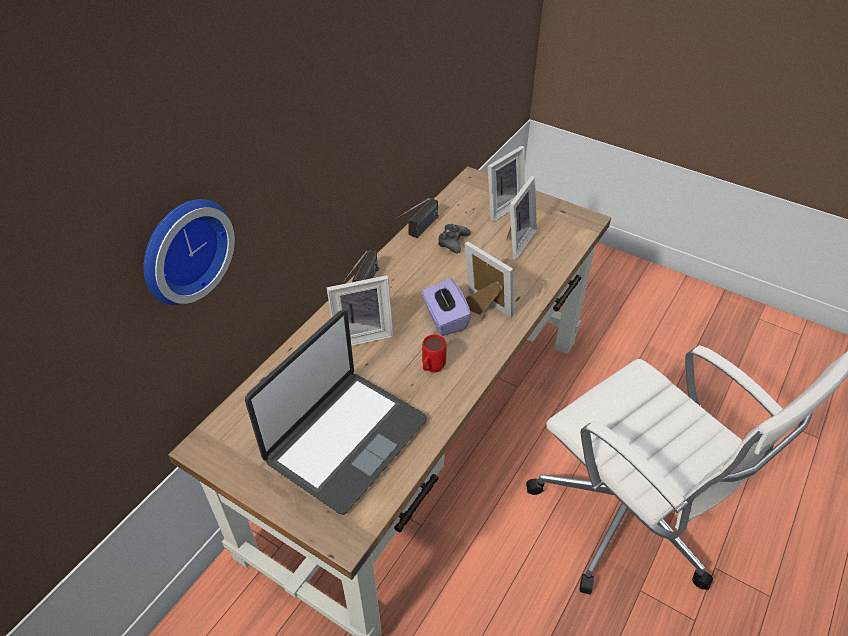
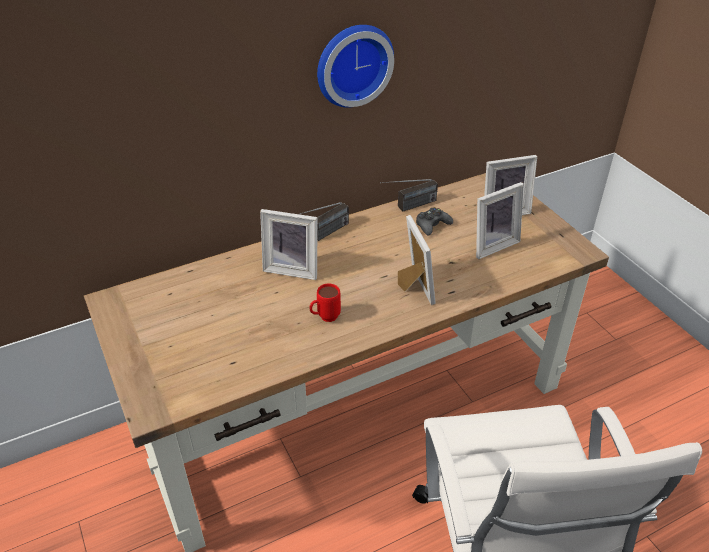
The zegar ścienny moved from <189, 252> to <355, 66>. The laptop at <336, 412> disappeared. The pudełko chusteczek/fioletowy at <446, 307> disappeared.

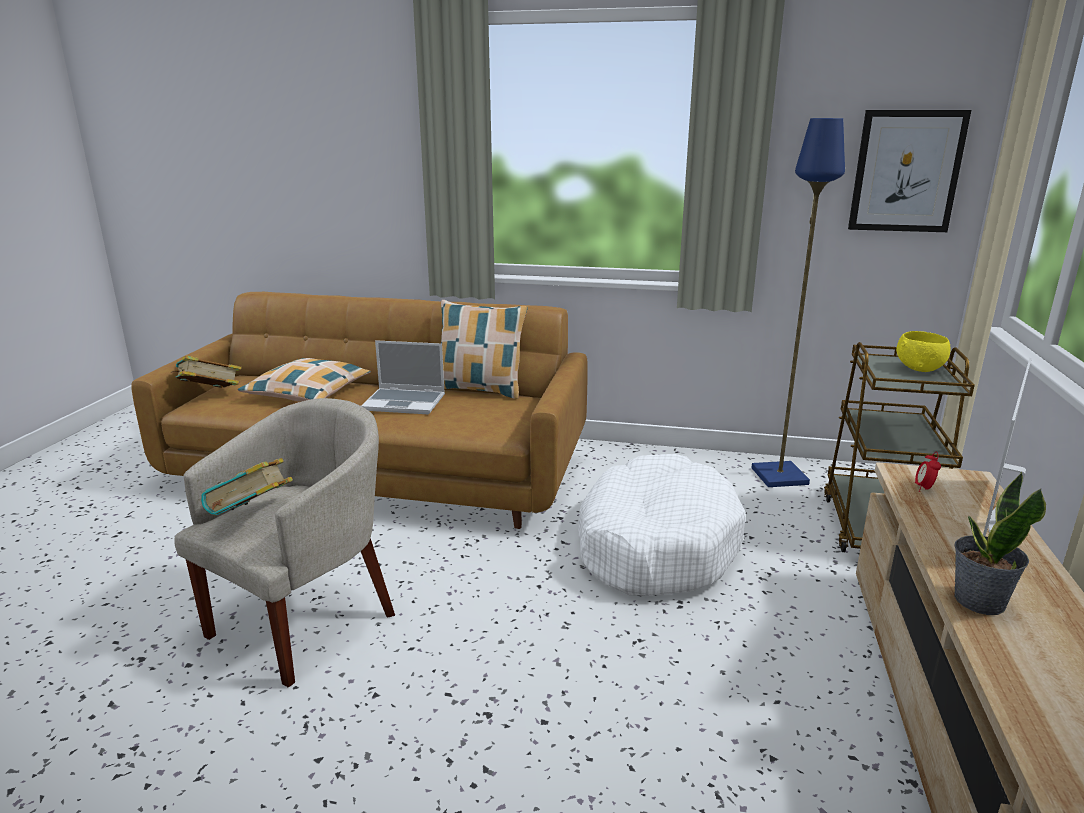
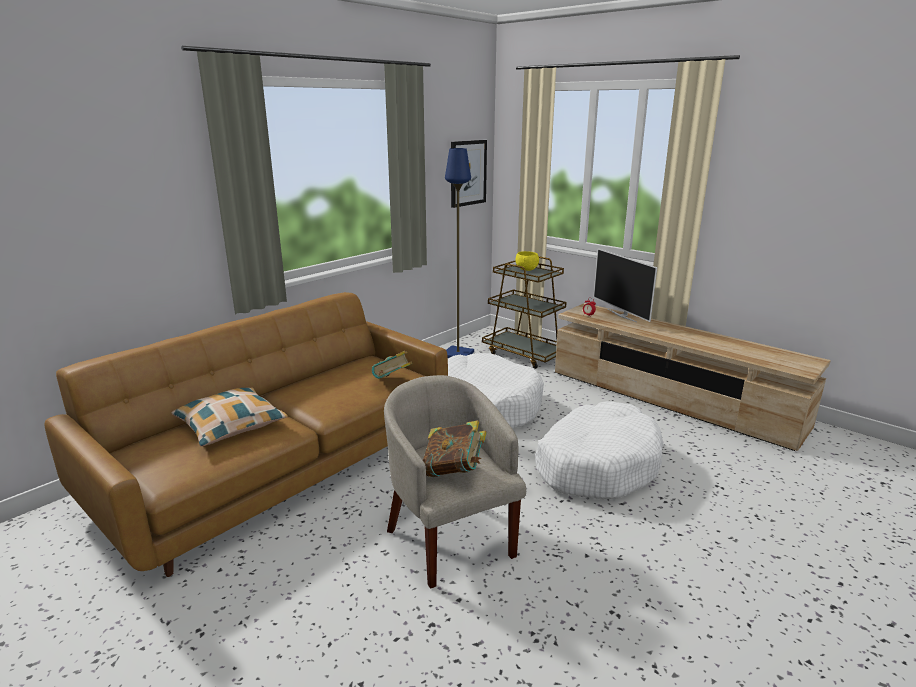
The książka moved from <206, 372> to <392, 365>. The legowisko/biały at <599, 450> appeared. The laptop at <403, 377> disappeared. The poduszka at <484, 349> disappeared. The roślina doniczkowa at <1000, 543> disappeared.

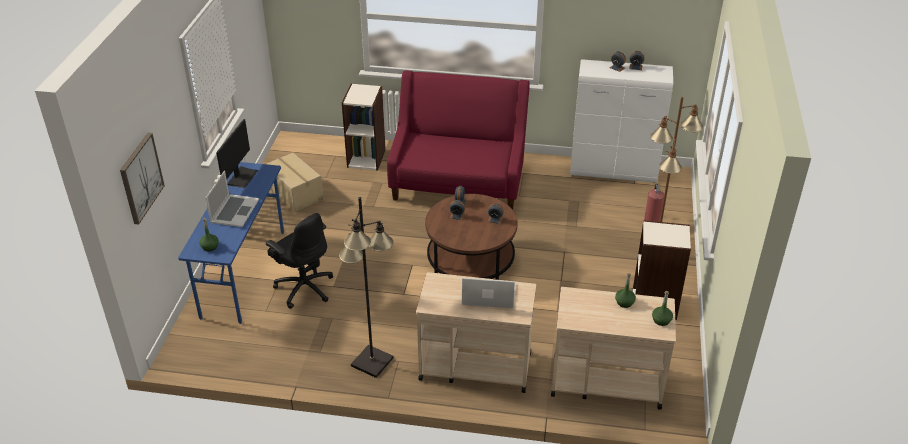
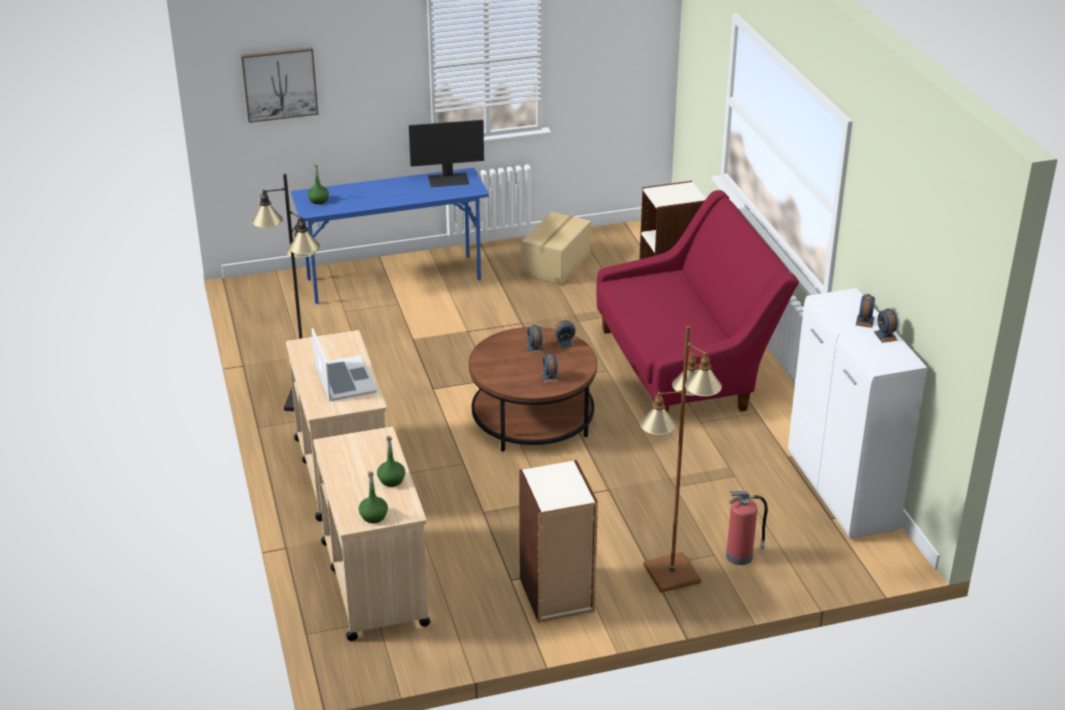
The laptop at <232, 198> disappeared. The krzesło biurowe/czarny at <299, 261> disappeared.

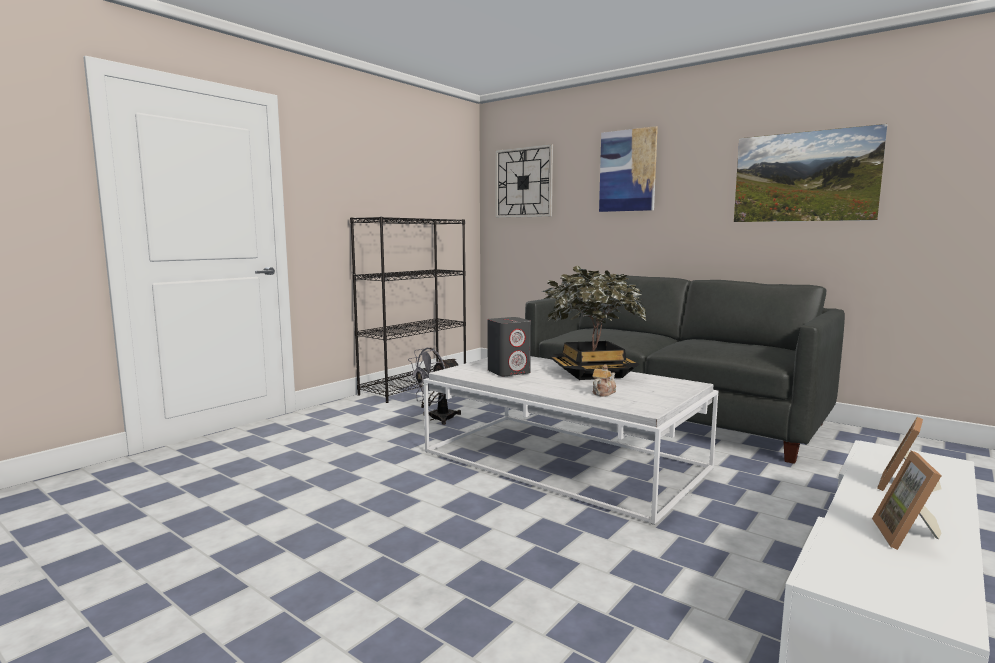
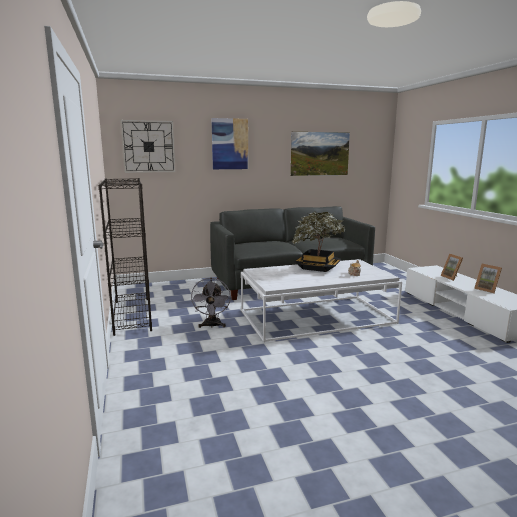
The głośnik/szary at <509, 346> disappeared.

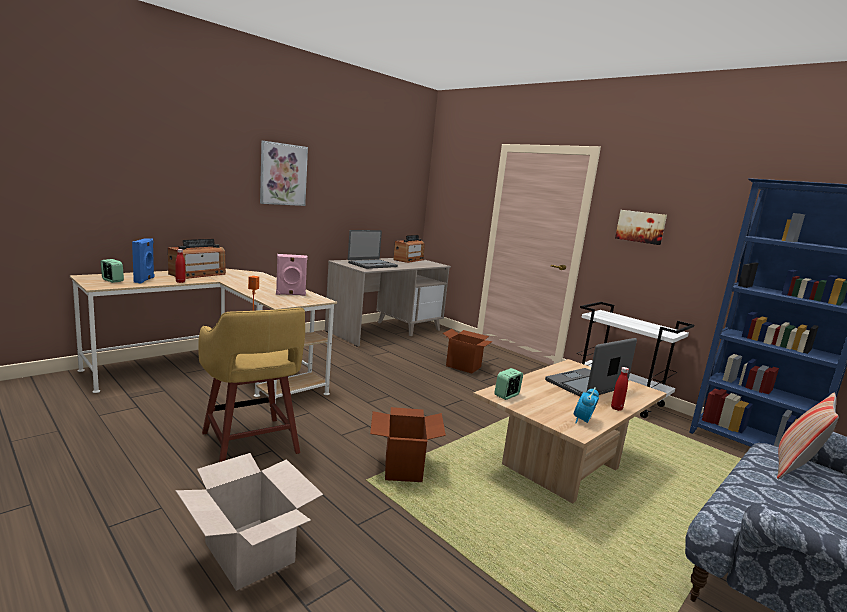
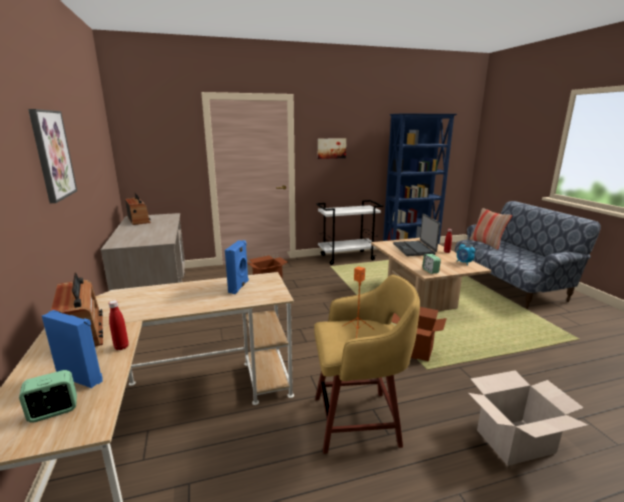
The głośnik/różowy at <292, 275> became the głośnik/niebieski at <237, 267>. The laptop at <373, 249> disappeared.

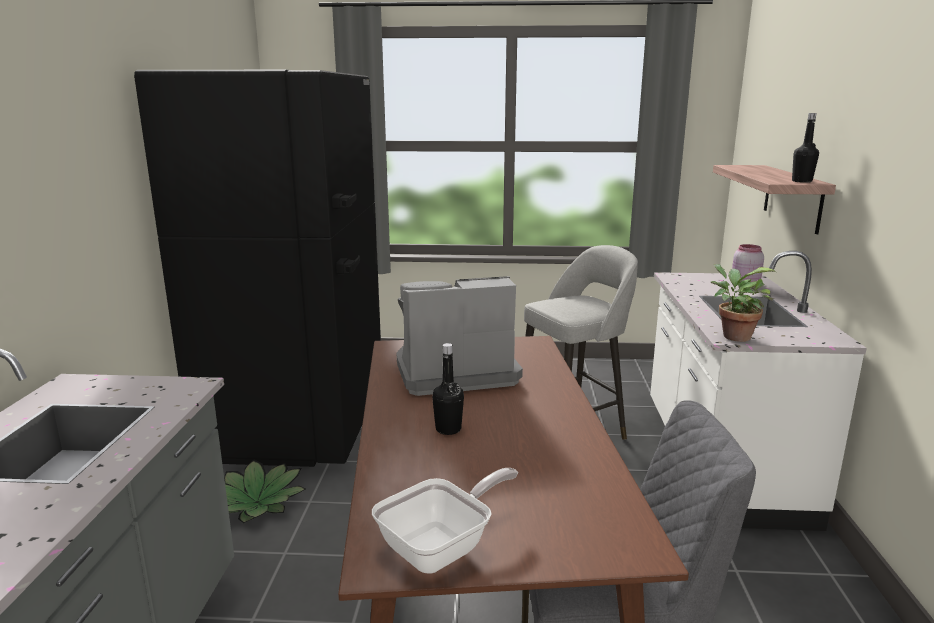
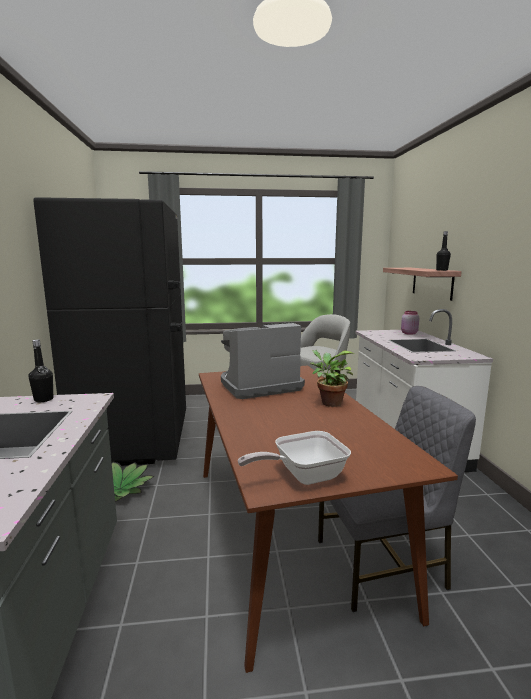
The butelka/czarny moved from <448, 389> to <41, 371>. The patelnia at <445, 521> turned 150 degrees counterclockwise. The roślina doniczkowa moved from <743, 303> to <332, 378>.

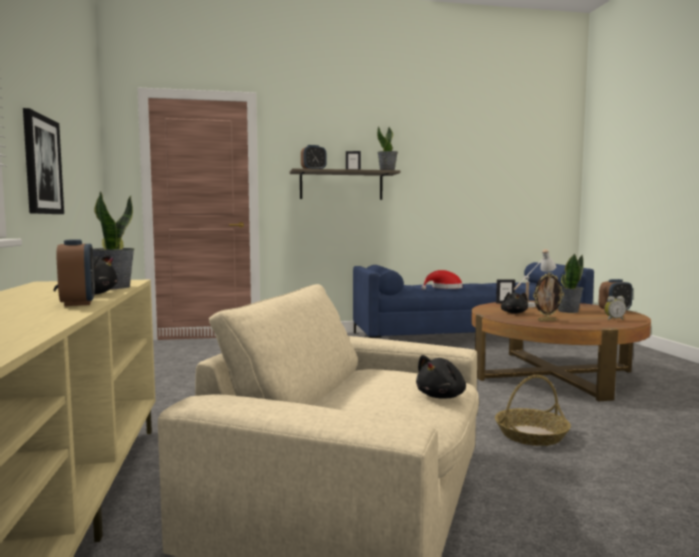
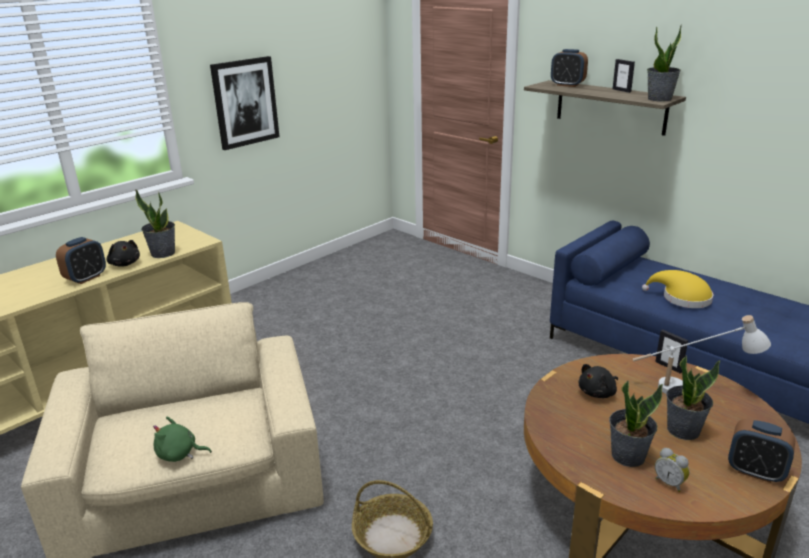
The pluszak/czarny at <441, 377> became the pluszak/zielony at <182, 439>. The roślina doniczkowa at <636, 423> appeared. The kapelusz/czerwony at <442, 280> became the kapelusz/żółty at <677, 289>. The ramka na zdjęcie at <548, 296> disappeared.

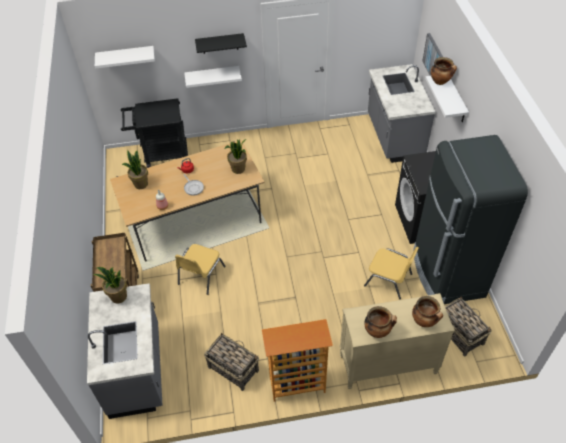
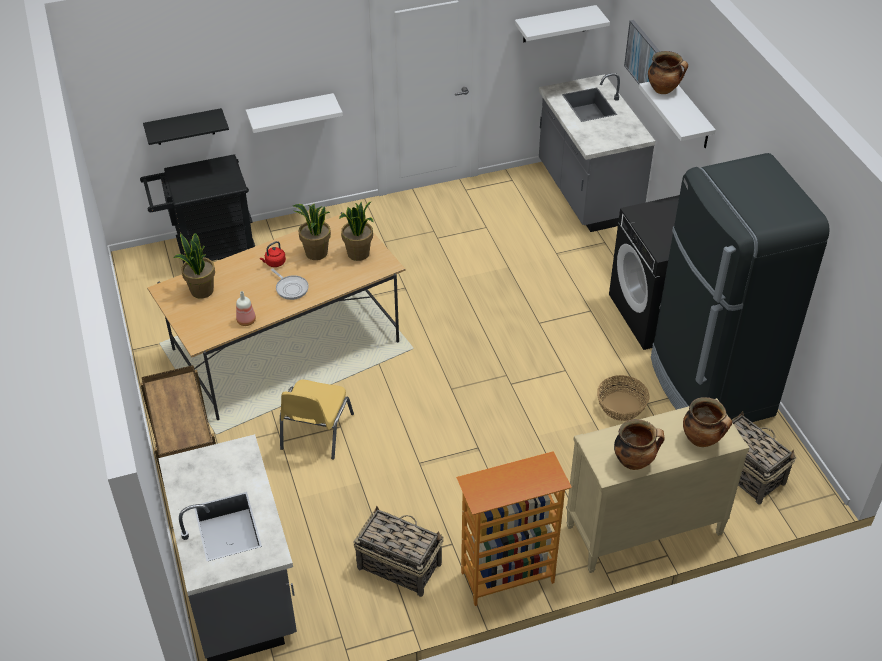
The półka/czarny moved from <221, 43> to <186, 126>. The roślina doniczkowa moved from <110, 285> to <312, 232>. The półka/biały moved from <125, 57> to <562, 24>. The krzesło/żółty at <391, 273> was replaced by the koszyk at <623, 398>.

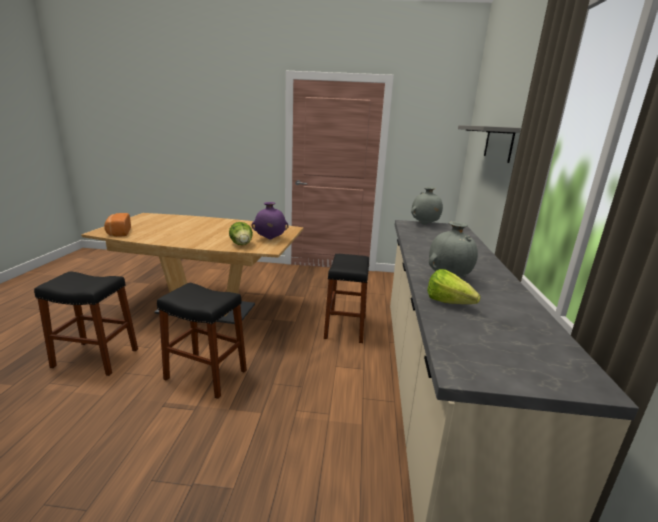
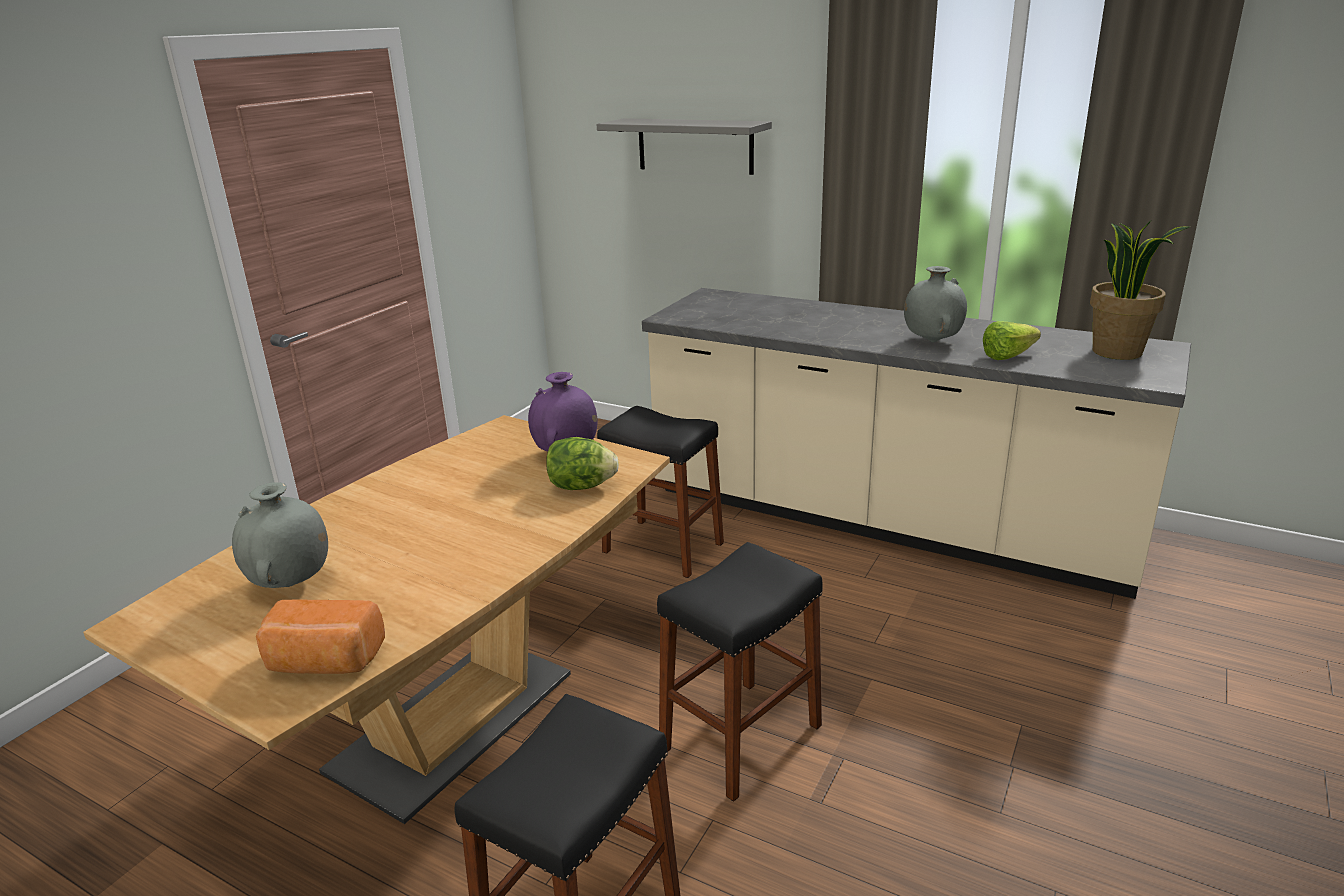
The wazon/szary moved from <427, 206> to <280, 535>. The roślina doniczkowa at <1139, 290> appeared.

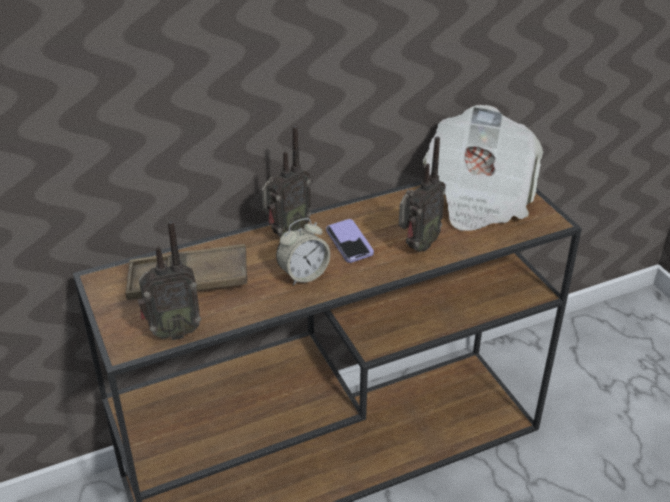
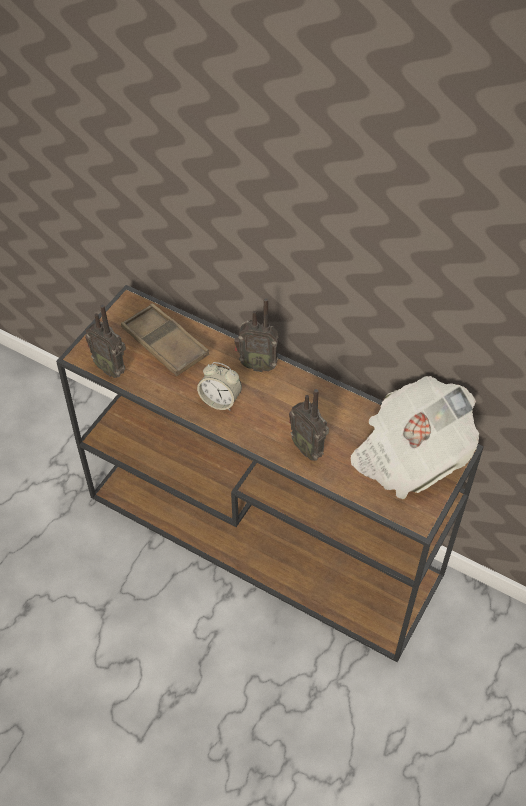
The radio at <422, 194> turned 45 degrees clockwise. The telefon at <350, 241> disappeared.

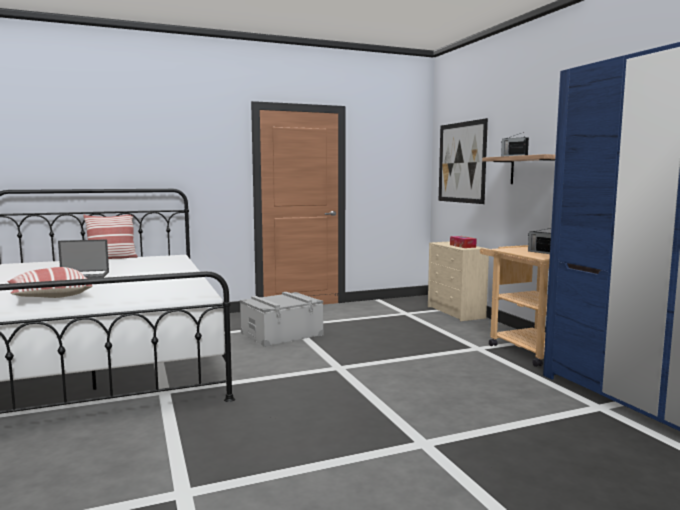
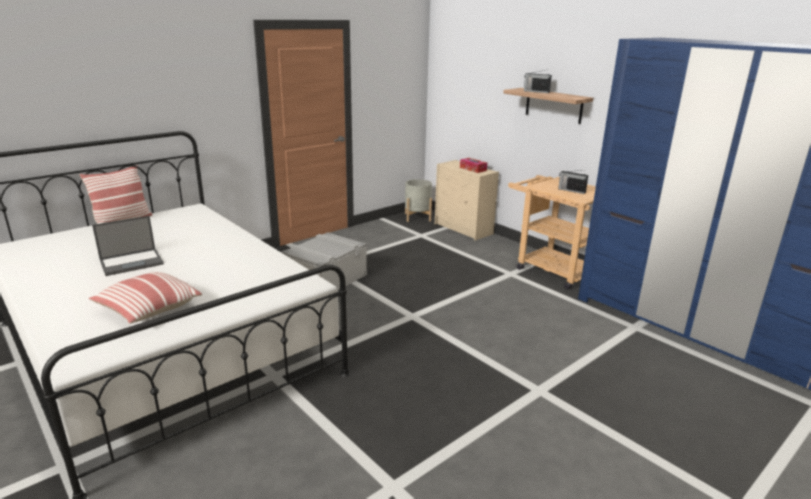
The donica/szary at <418, 200> appeared. The obraz at <463, 161> disappeared.

